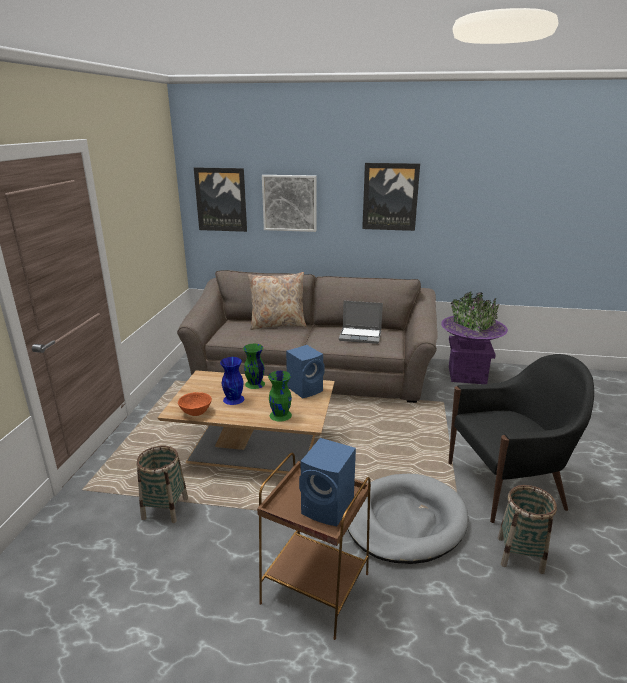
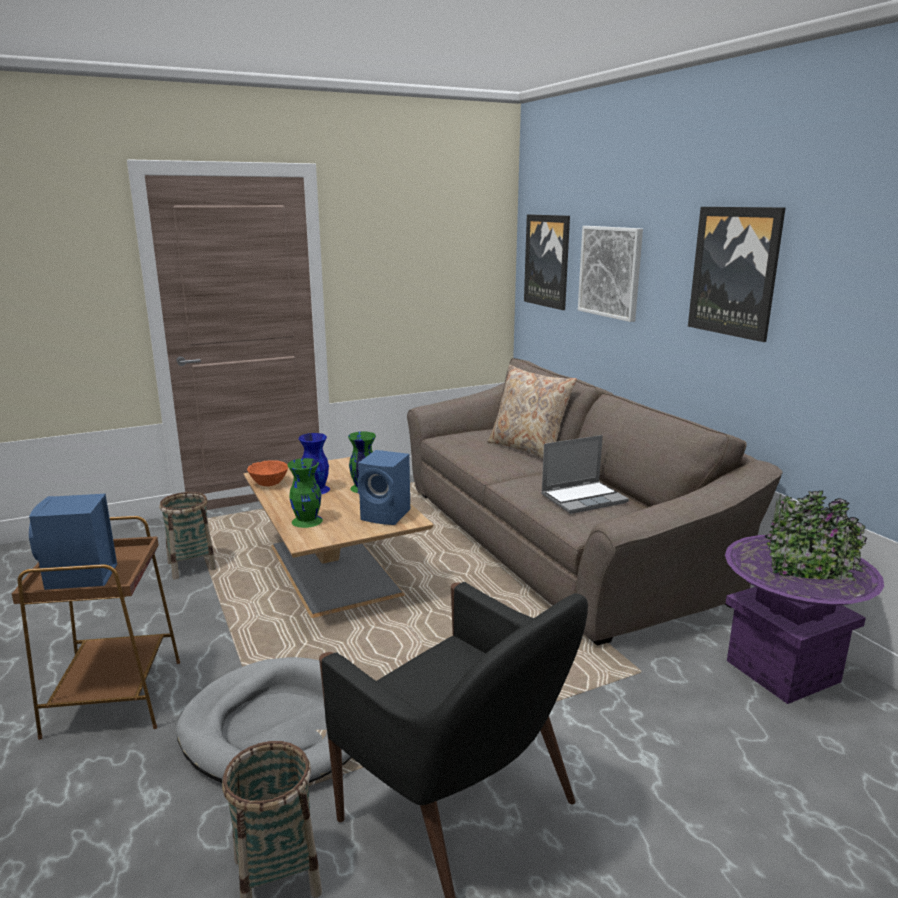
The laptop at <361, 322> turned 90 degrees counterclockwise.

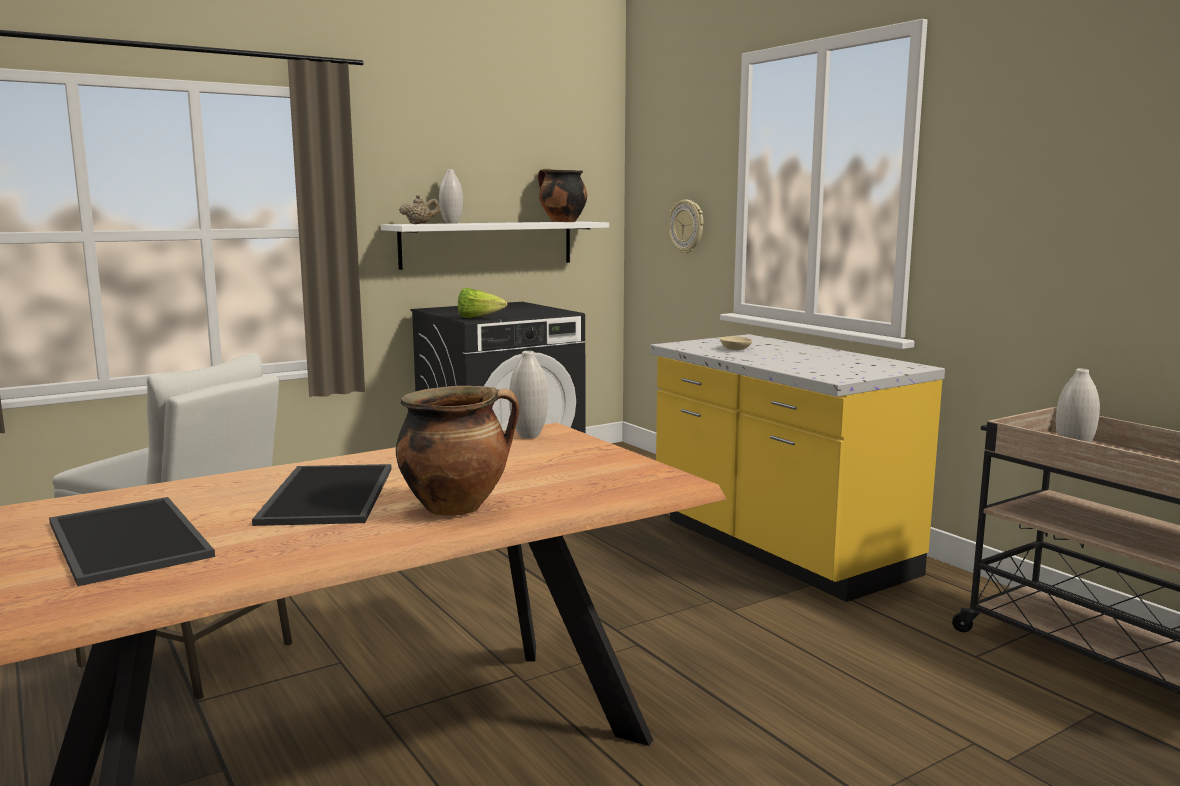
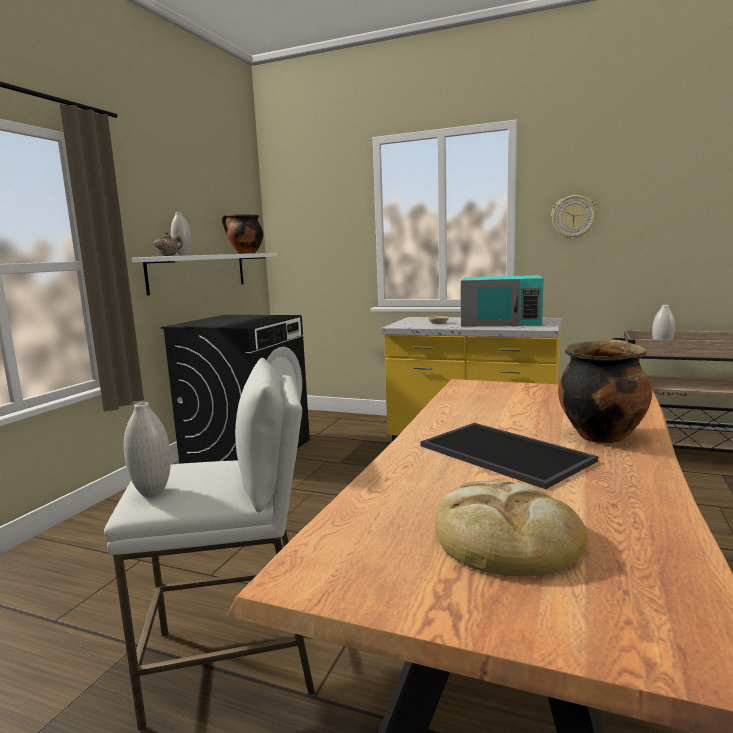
The wazon/biały moved from <528, 394> to <147, 449>. The taca at <132, 541> was replaced by the chleb at <511, 528>. The mikrofalówka/turkusowy at <502, 301> appeared. The zegar ścienny moved from <685, 227> to <574, 217>. The sałata at <482, 303> disappeared.

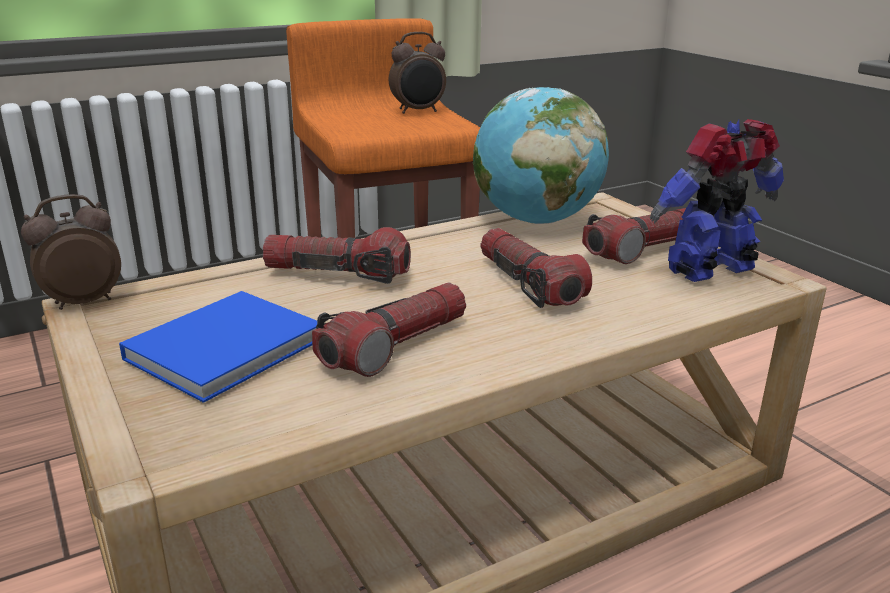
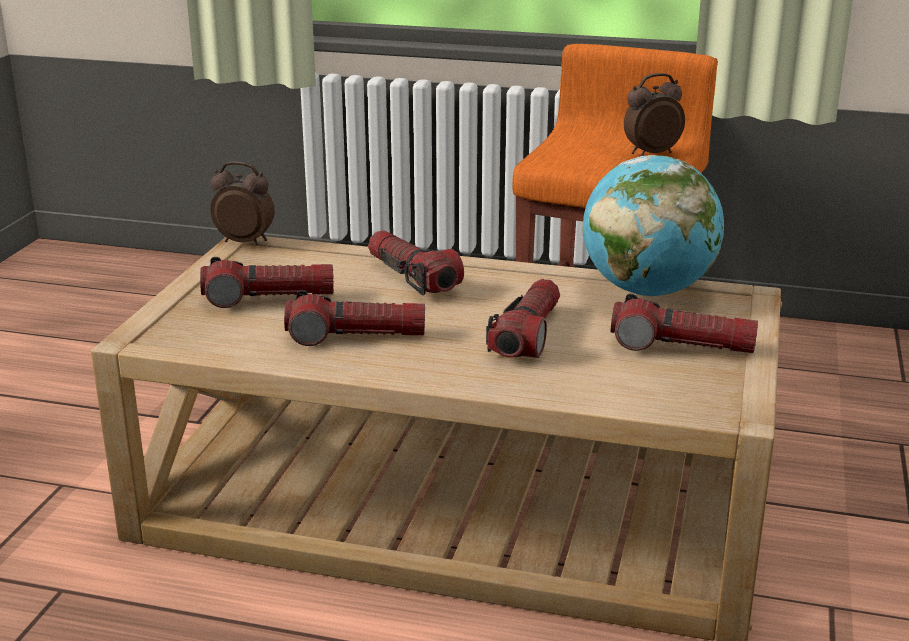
The książka/niebieski at <218, 347> was replaced by the latarka at <267, 282>. The budzik at <417, 73> turned 135 degrees clockwise. The robot zabawkowy at <717, 200> disappeared.

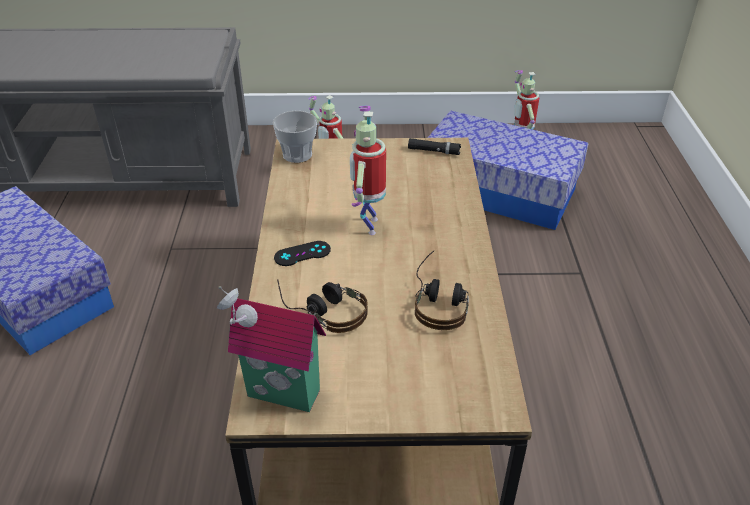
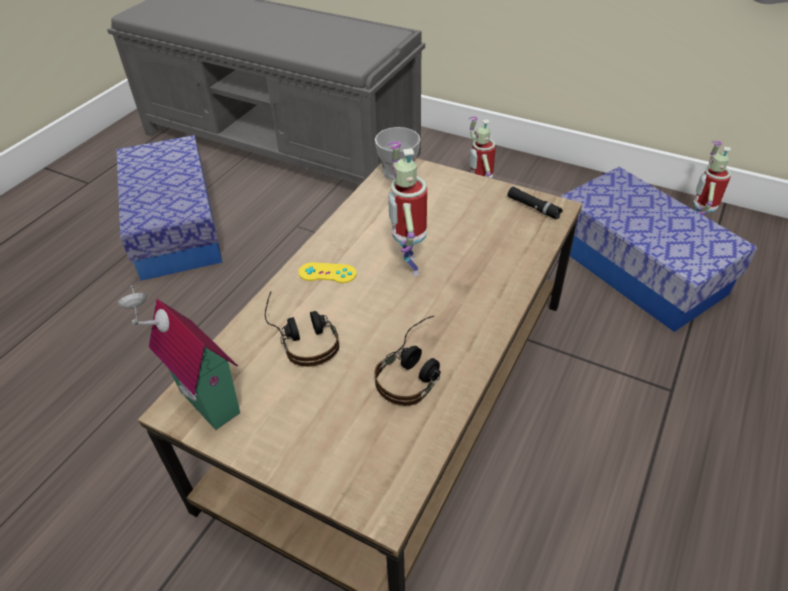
The pad do gier/czarny at <302, 253> became the pad do gier/żółty at <328, 272>. The robot zabawkowy at <368, 170> turned 45 degrees counterclockwise.

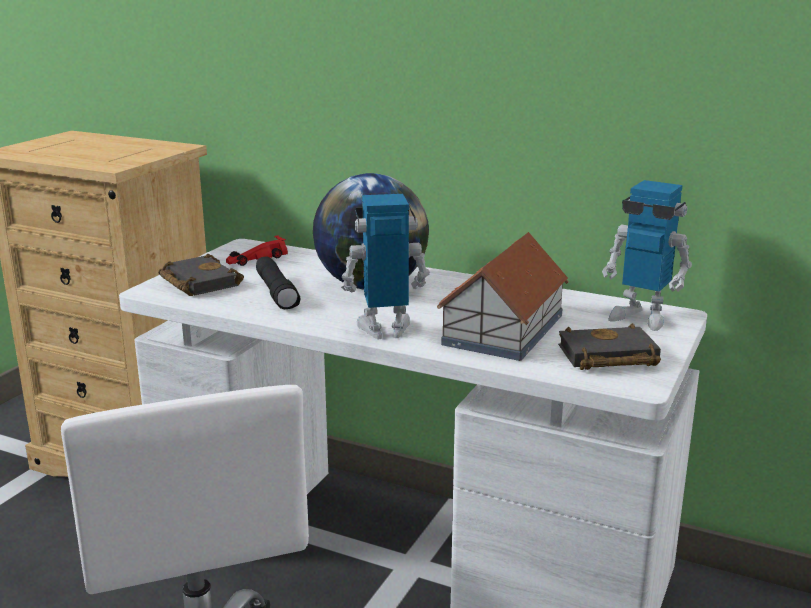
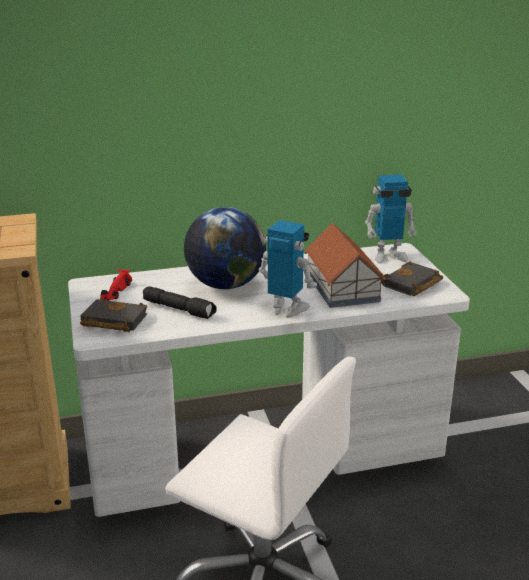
The robot zabawkowy at <385, 266> turned 75 degrees clockwise.

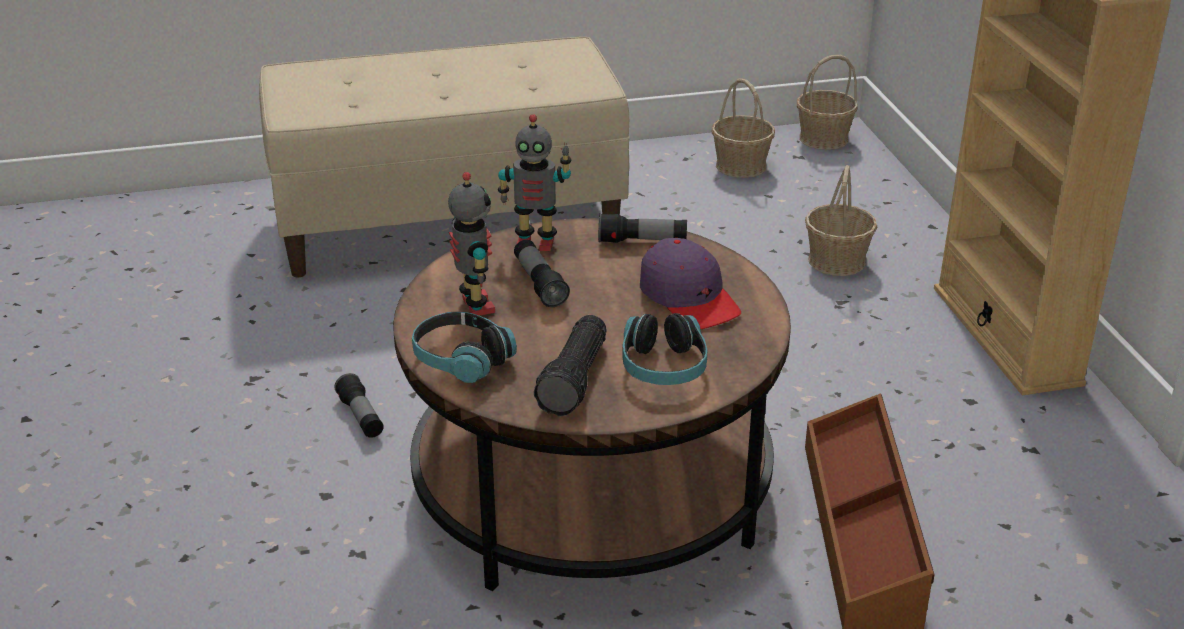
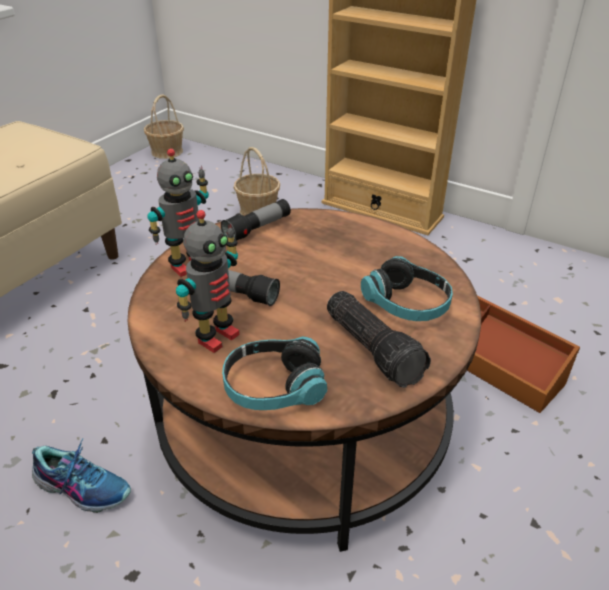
The latarka at <359, 405> was replaced by the but at <81, 476>. The robot zabawkowy at <471, 244> turned 105 degrees clockwise. The czapka z daszkiem/fioletowy at <690, 283> disappeared. The koszyk at <743, 128> disappeared.

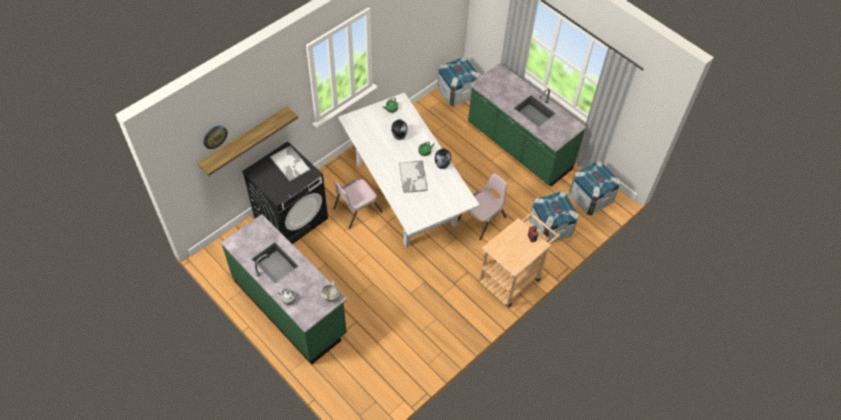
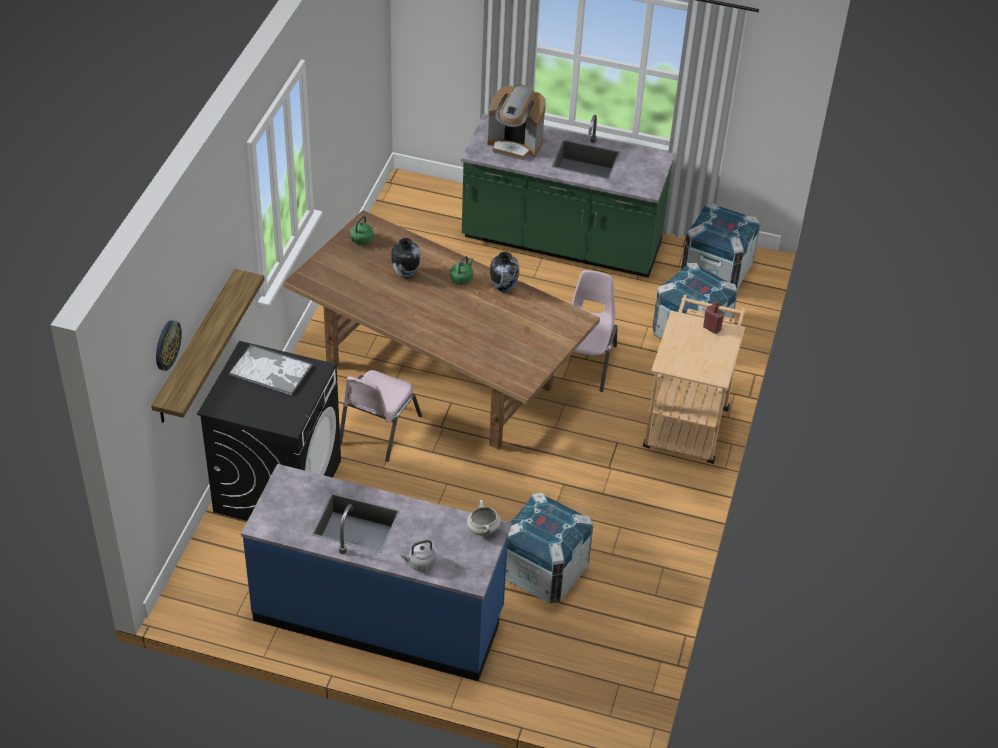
The zabudowa kuchenna/zielony at <284, 289> became the zabudowa kuchenna/niebieski at <376, 572>. The stół jadalny/biały at <409, 170> became the stół jadalny/brązowy at <441, 330>. The ekspres do kawy at <516, 122> appeared. The skrzynka moved from <458, 82> to <549, 548>. The taca at <413, 177> disappeared.

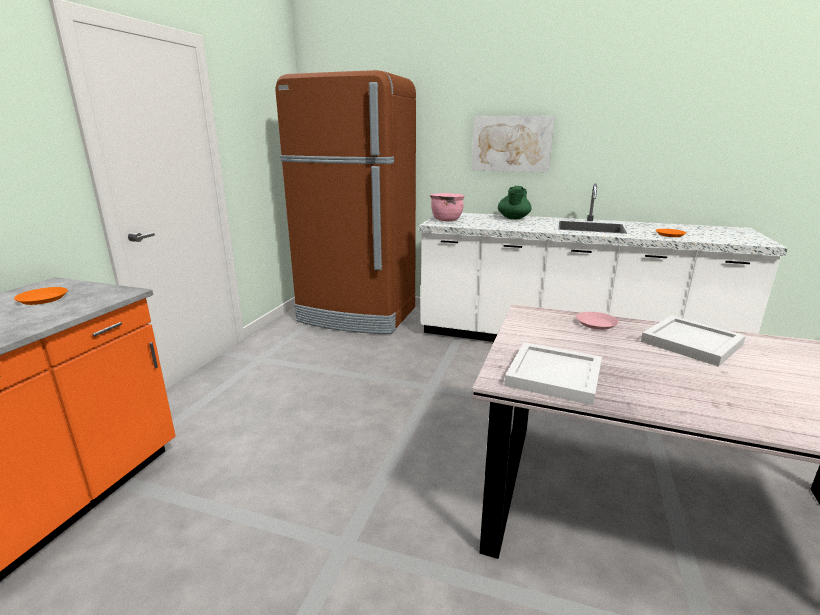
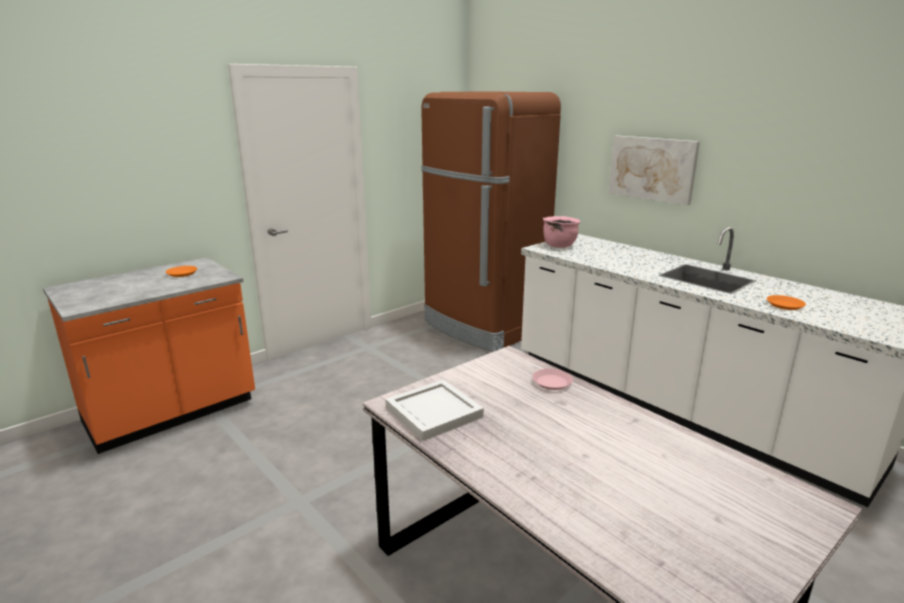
The imbryk/zielony at <515, 202> disappeared. The taca/biały at <693, 341> disappeared.

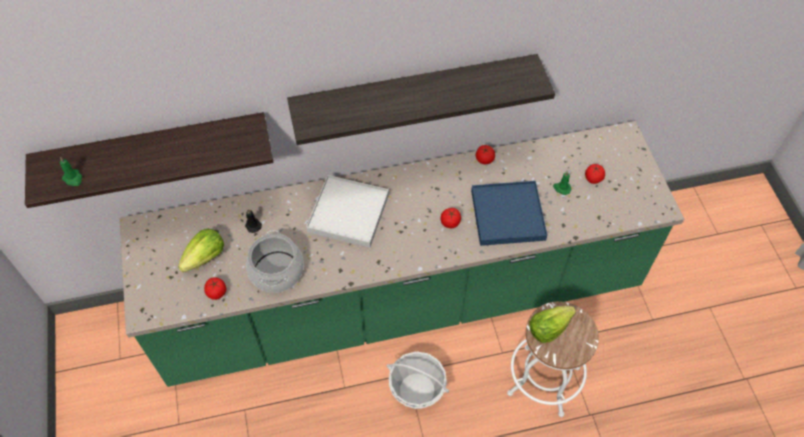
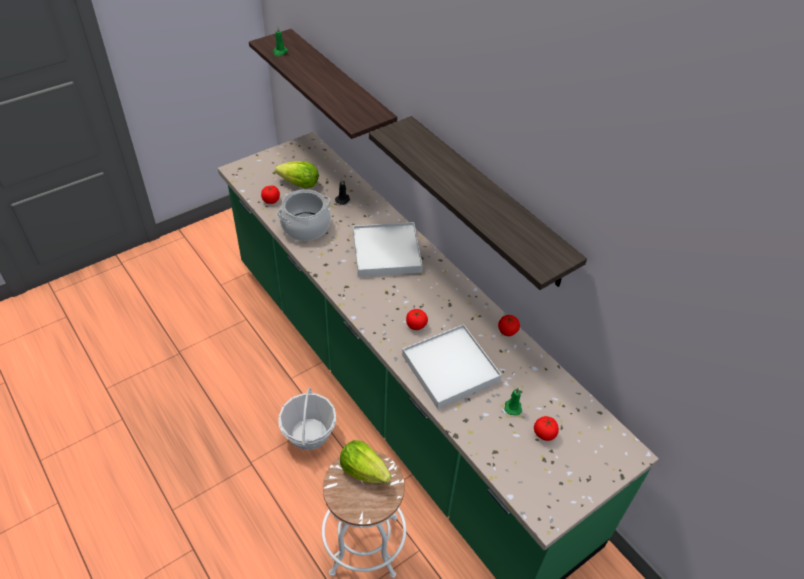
The taca/niebieski at <509, 213> became the taca/biały at <452, 366>.

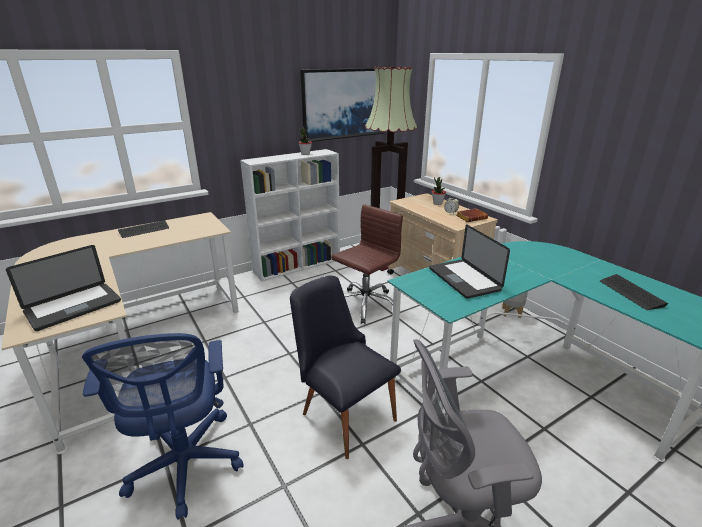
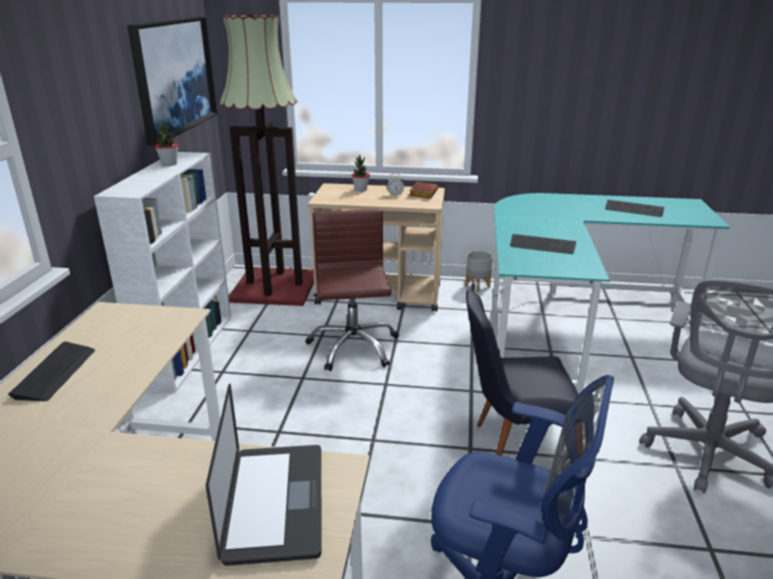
The laptop at <469, 261> was replaced by the klawiatura at <543, 244>.

